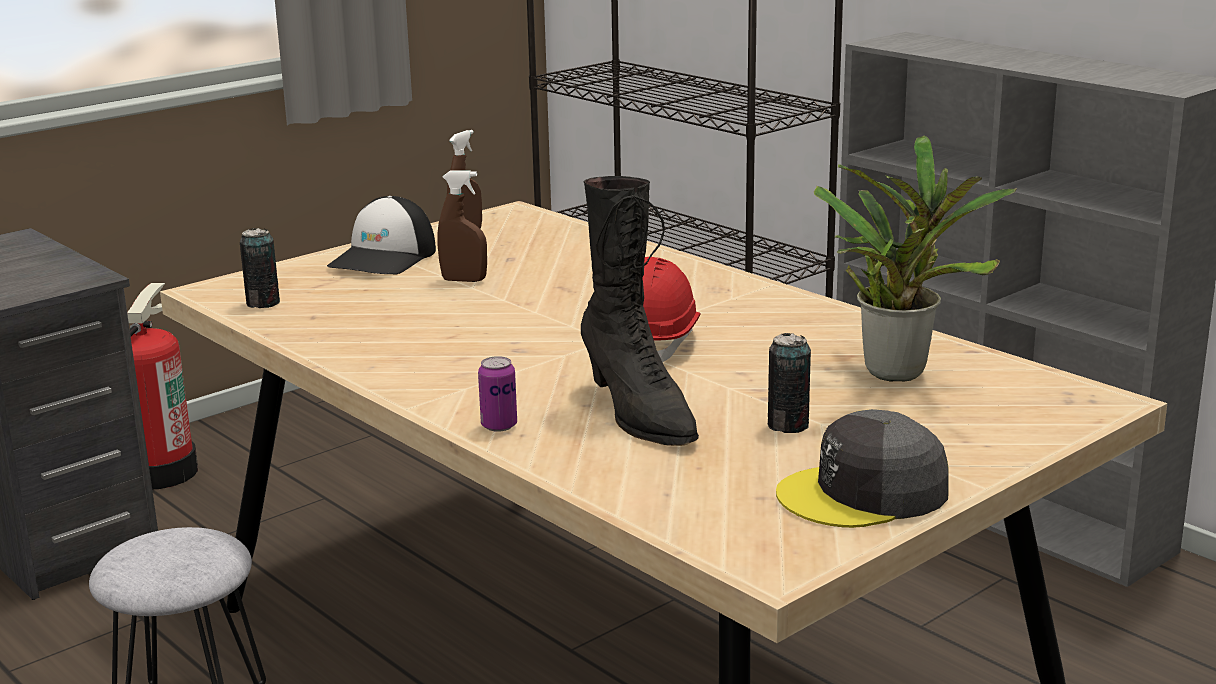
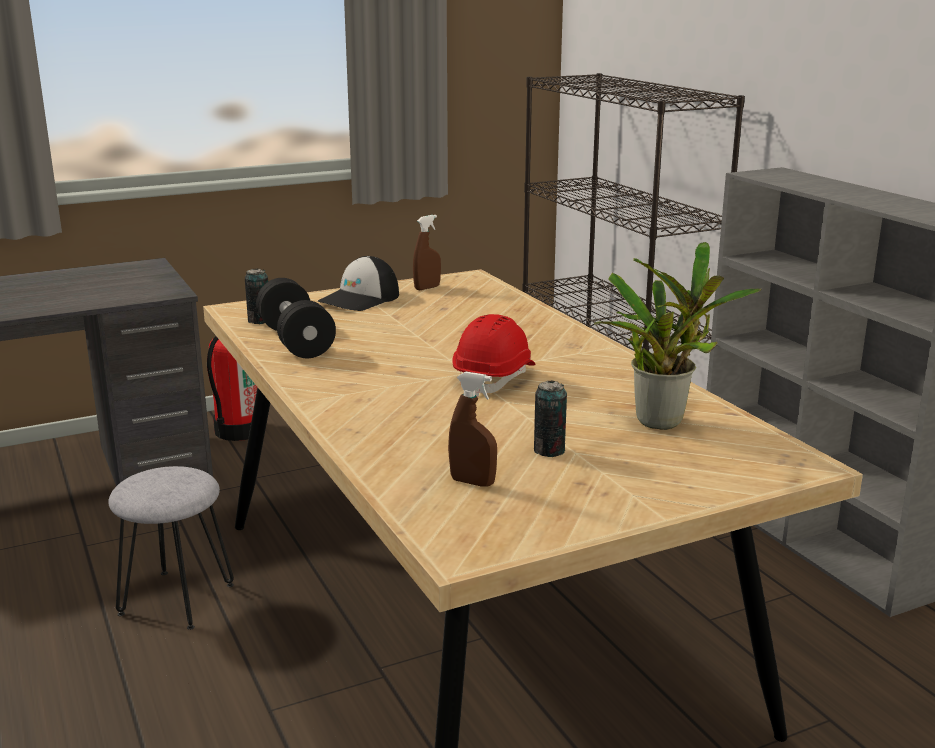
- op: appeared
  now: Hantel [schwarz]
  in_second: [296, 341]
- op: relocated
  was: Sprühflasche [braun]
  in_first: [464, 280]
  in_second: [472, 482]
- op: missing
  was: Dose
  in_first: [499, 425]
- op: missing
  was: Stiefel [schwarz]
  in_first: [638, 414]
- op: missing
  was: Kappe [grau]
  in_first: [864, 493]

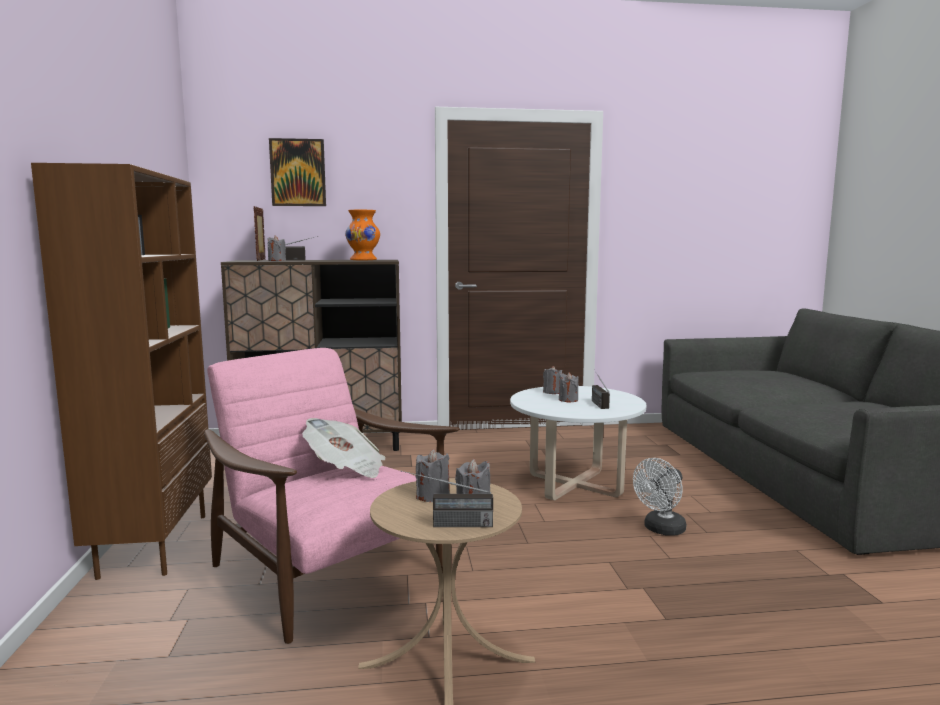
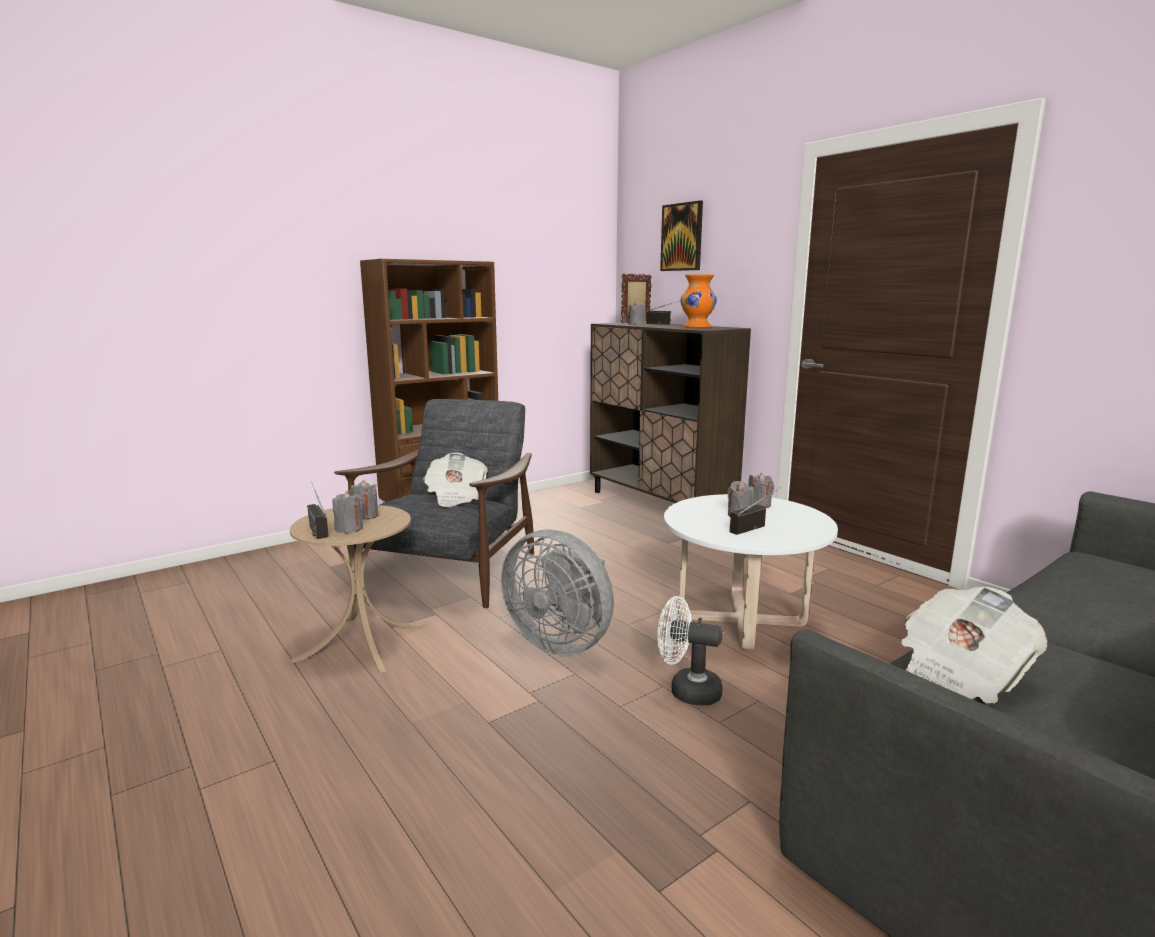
- op: colour
  was: Sessel [rosa]
  now: Sessel [grau]
  in_first: [330, 573]
  in_second: [450, 573]
- op: appeared
  now: Ventilator [grau]
  in_second: [561, 641]
- op: appeared
  now: Zeitung
  in_second: [959, 673]

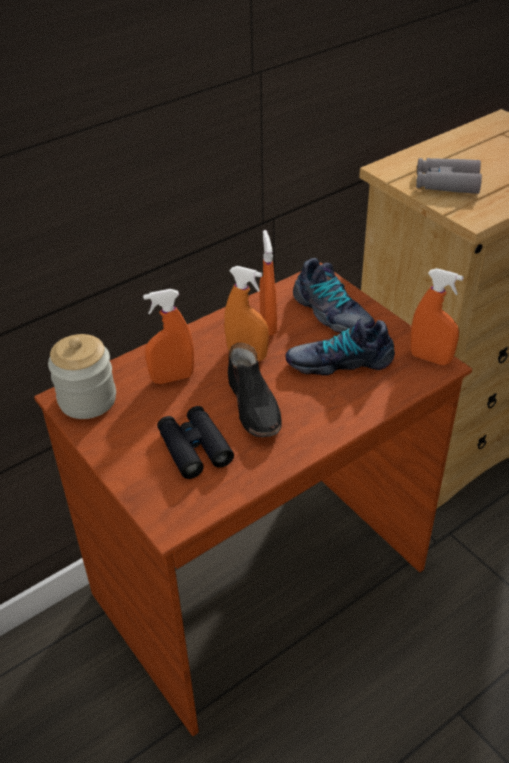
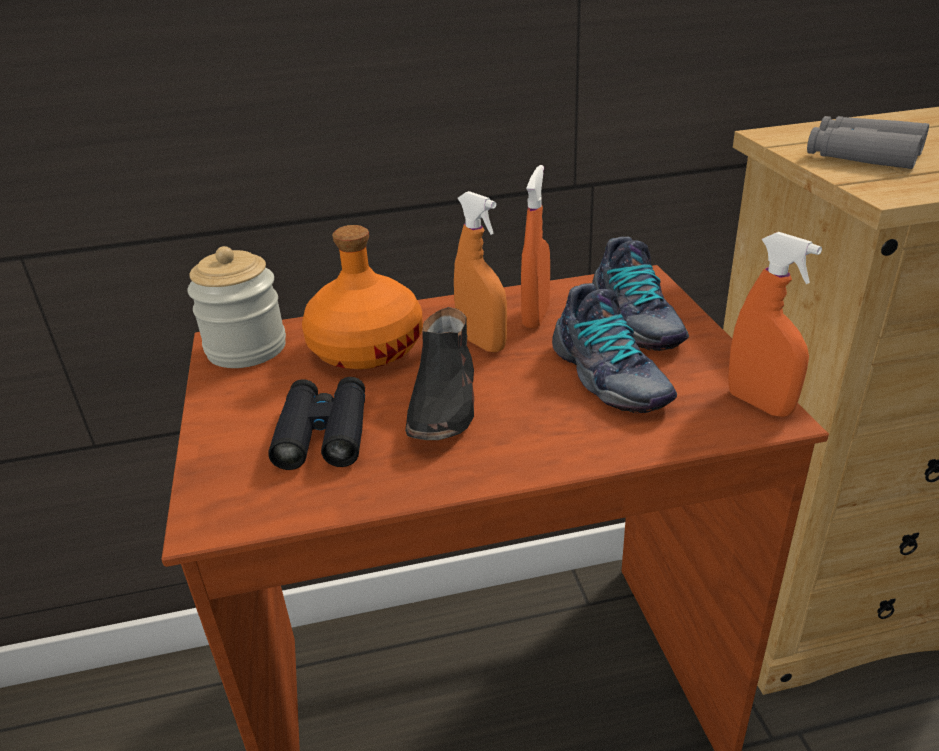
- op: exchanged
  was: Sprühflasche [orange]
  now: Flasche [orange]
  in_first: [172, 378]
  in_second: [365, 348]
- op: spun
  was: Schuh
  in_first: [339, 361]
  in_second: [607, 377]
  clockwise: -135

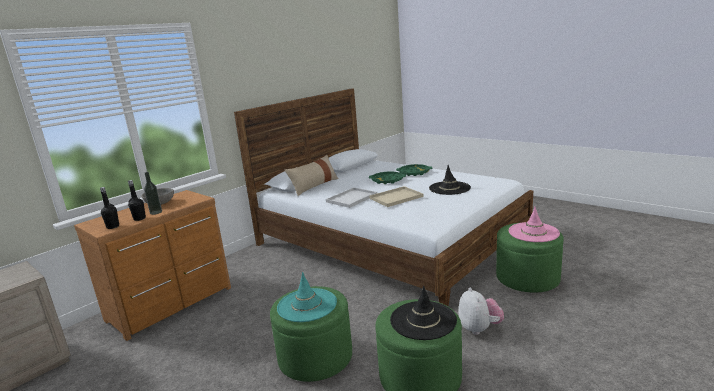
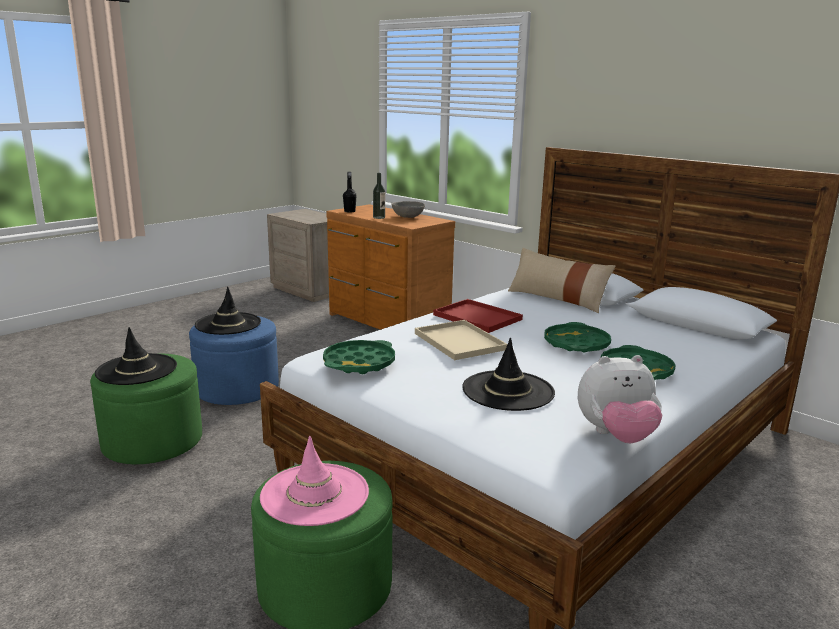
- op: colour
  was: Polsterhocker [grün]
  now: Polsterhocker [blau]
  in_first: [315, 357]
  in_second: [237, 389]
- op: colour
  was: Hut [türkis]
  now: Hut [schwarz]
  in_first: [307, 305]
  in_second: [228, 324]
- op: appeared
  now: Tablett [grün]
  in_second: [359, 363]
- op: colour
  was: Tablett [weiß]
  now: Tablett [rot]
  in_first: [351, 198]
  in_second: [475, 317]
- op: relocated
  was: Plüschtier
  in_first: [479, 328]
  in_second: [616, 436]
- op: missing
  was: Flasche [schwarz]
  in_first: [139, 218]

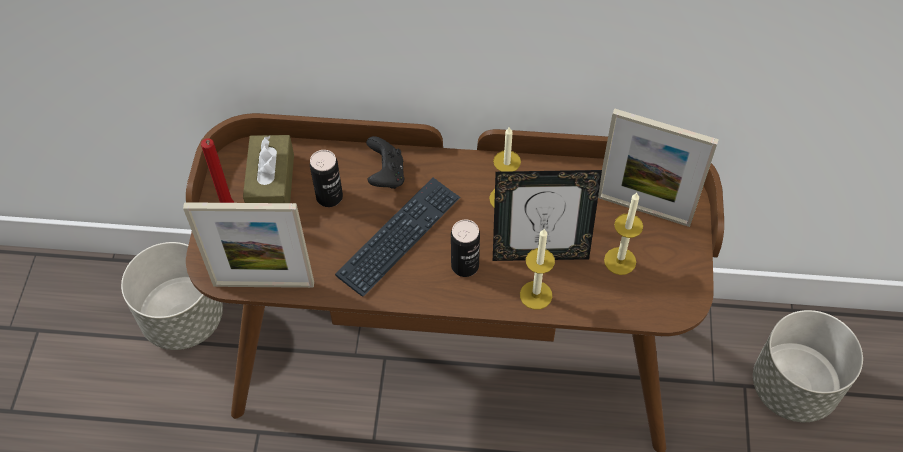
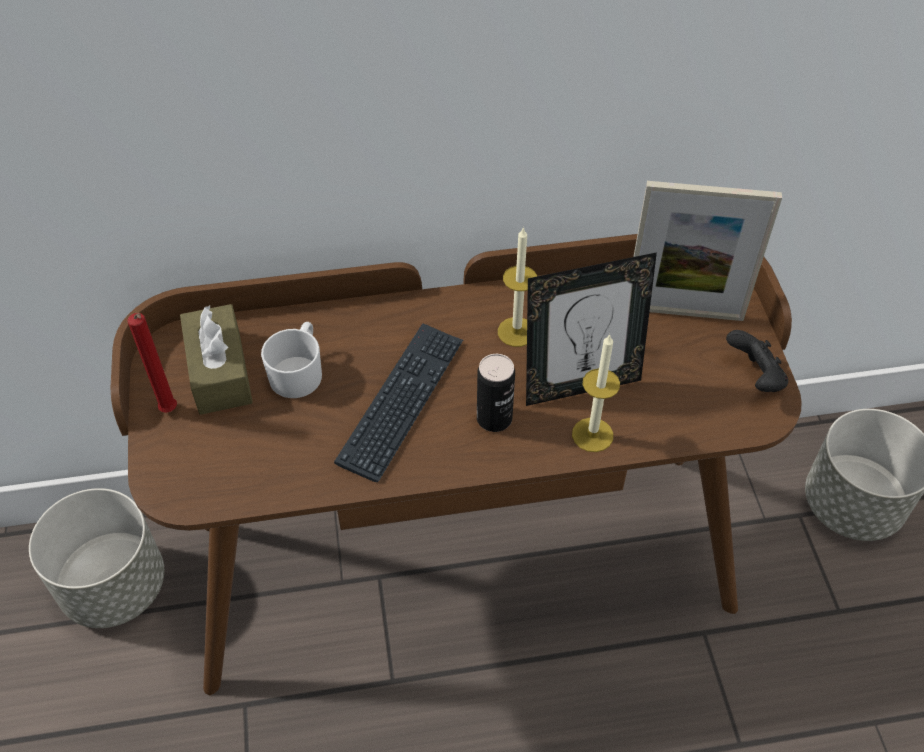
- op: exchanged
  was: Dose
  now: Henkelbecher [weiß]
  in_first: [329, 197]
  in_second: [299, 372]
- op: relocated
  was: Gamepad [schwarz]
  in_first: [386, 175]
  in_second: [755, 377]
- op: missing
  was: Bilderrahmen
  in_first: [263, 284]
- op: missing
  was: Kerze
  in_first: [620, 261]

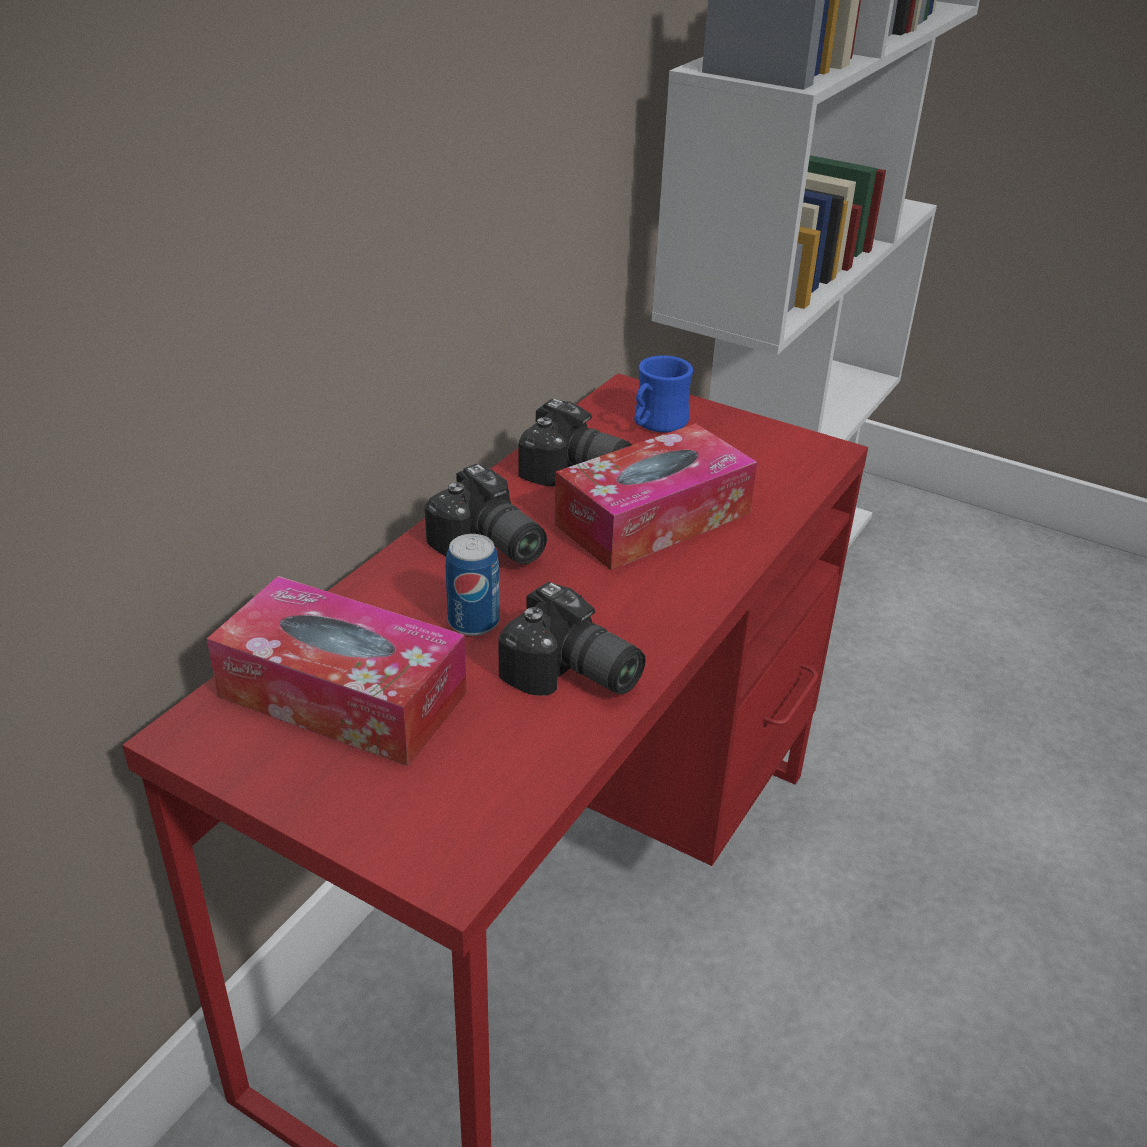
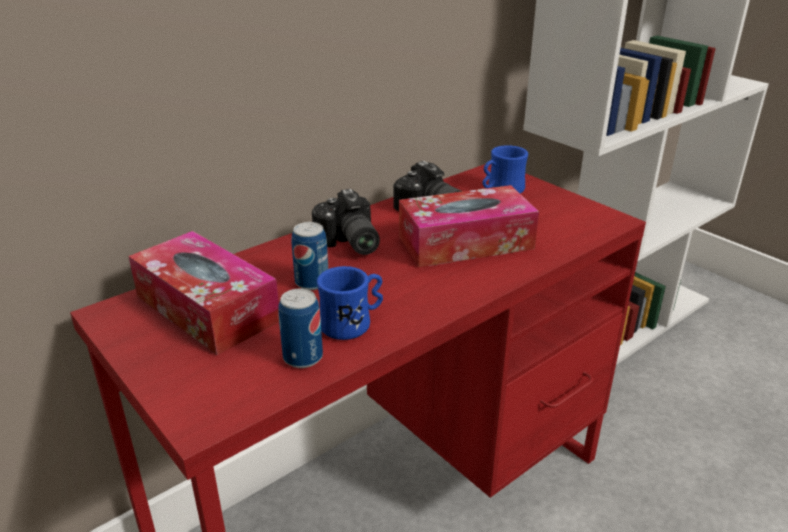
- op: appeared
  now: Dose
  in_second: [303, 357]
- op: exchanged
  was: Kamera
  now: Henkelbecher [blau]
  in_first: [571, 676]
  in_second: [353, 323]

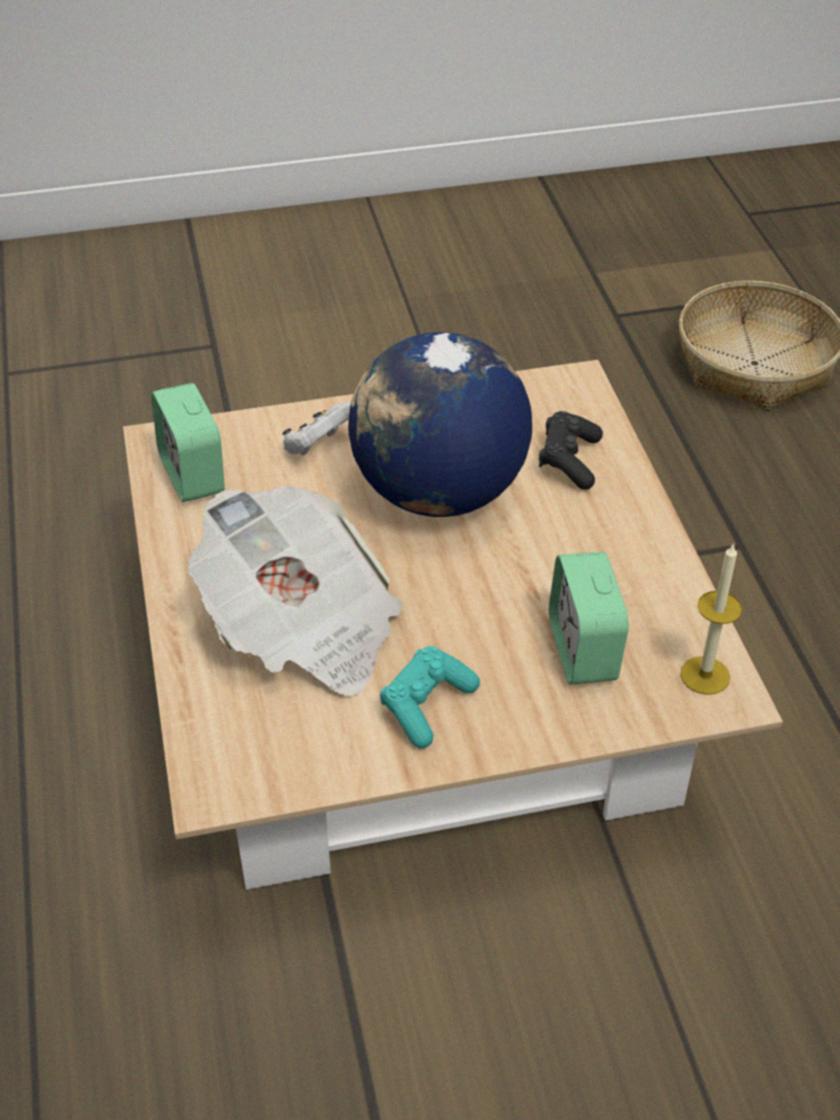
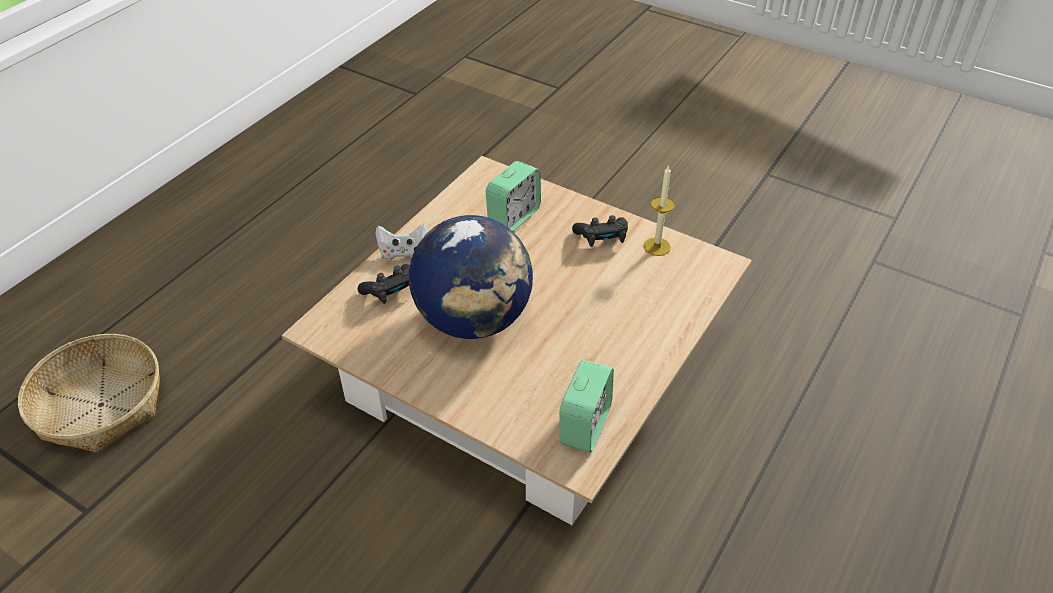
- op: relocated
  was: Gamepad [weiß]
  in_first: [318, 446]
  in_second: [403, 253]
- op: colour
  was: Gamepad [türkis]
  now: Gamepad [schwarz]
  in_first: [426, 706]
  in_second: [602, 238]
- op: relocated
  was: Kerze
  in_first: [705, 675]
  in_second: [657, 246]
- op: missing
  was: Zeitung
  in_first: [302, 627]

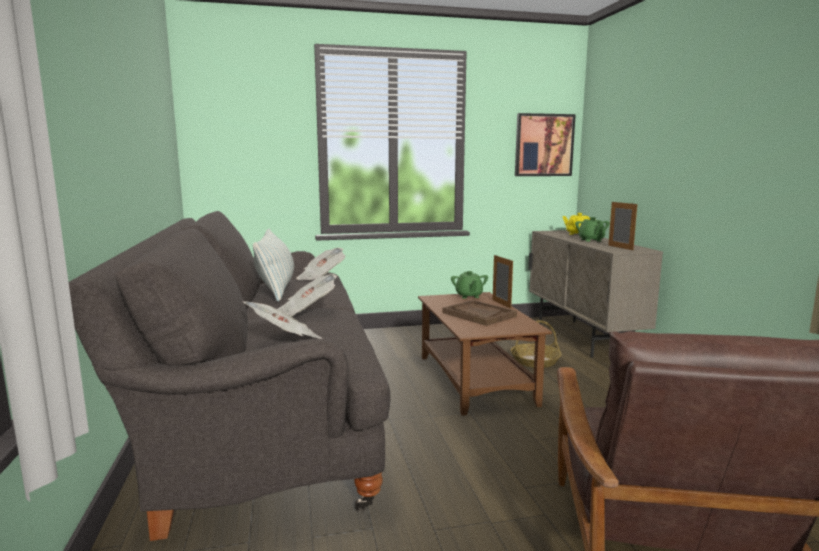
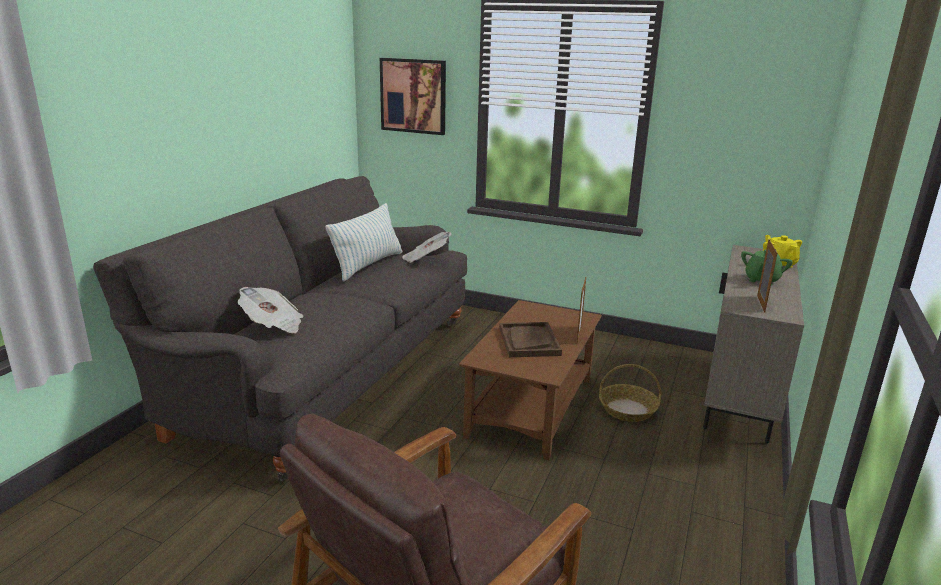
- op: relocated
  was: Bild
  in_first: [543, 145]
  in_second: [413, 96]
- op: missing
  was: Zeitung
  in_first: [305, 312]
- op: missing
  was: Teekanne [grün]
  in_first: [469, 296]

